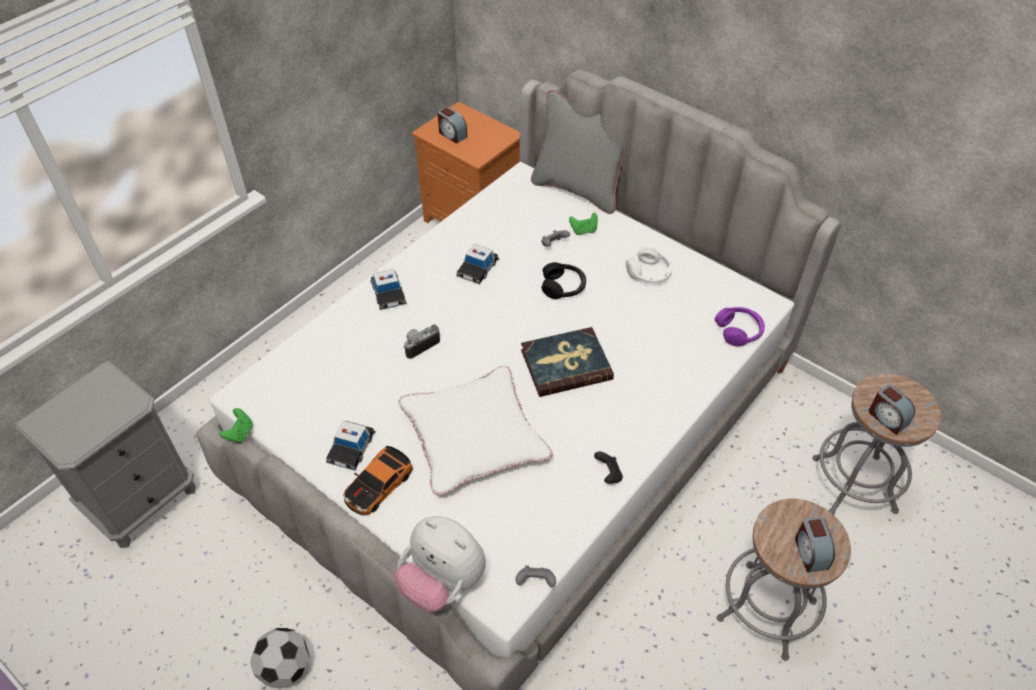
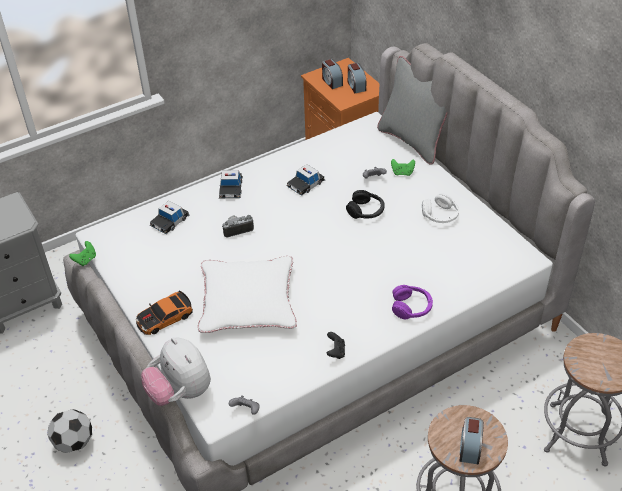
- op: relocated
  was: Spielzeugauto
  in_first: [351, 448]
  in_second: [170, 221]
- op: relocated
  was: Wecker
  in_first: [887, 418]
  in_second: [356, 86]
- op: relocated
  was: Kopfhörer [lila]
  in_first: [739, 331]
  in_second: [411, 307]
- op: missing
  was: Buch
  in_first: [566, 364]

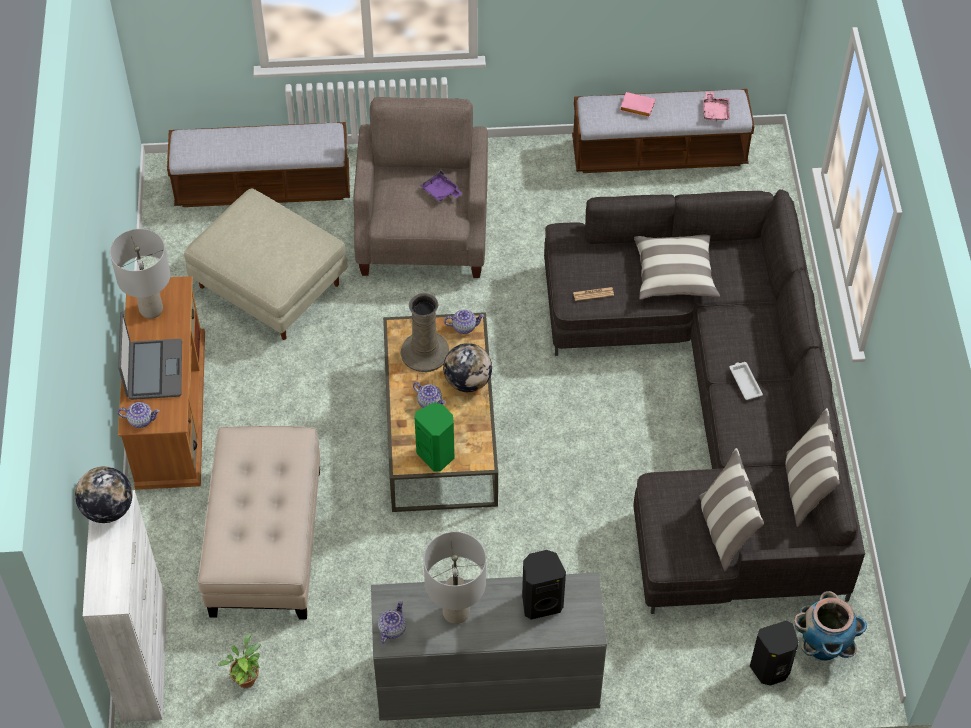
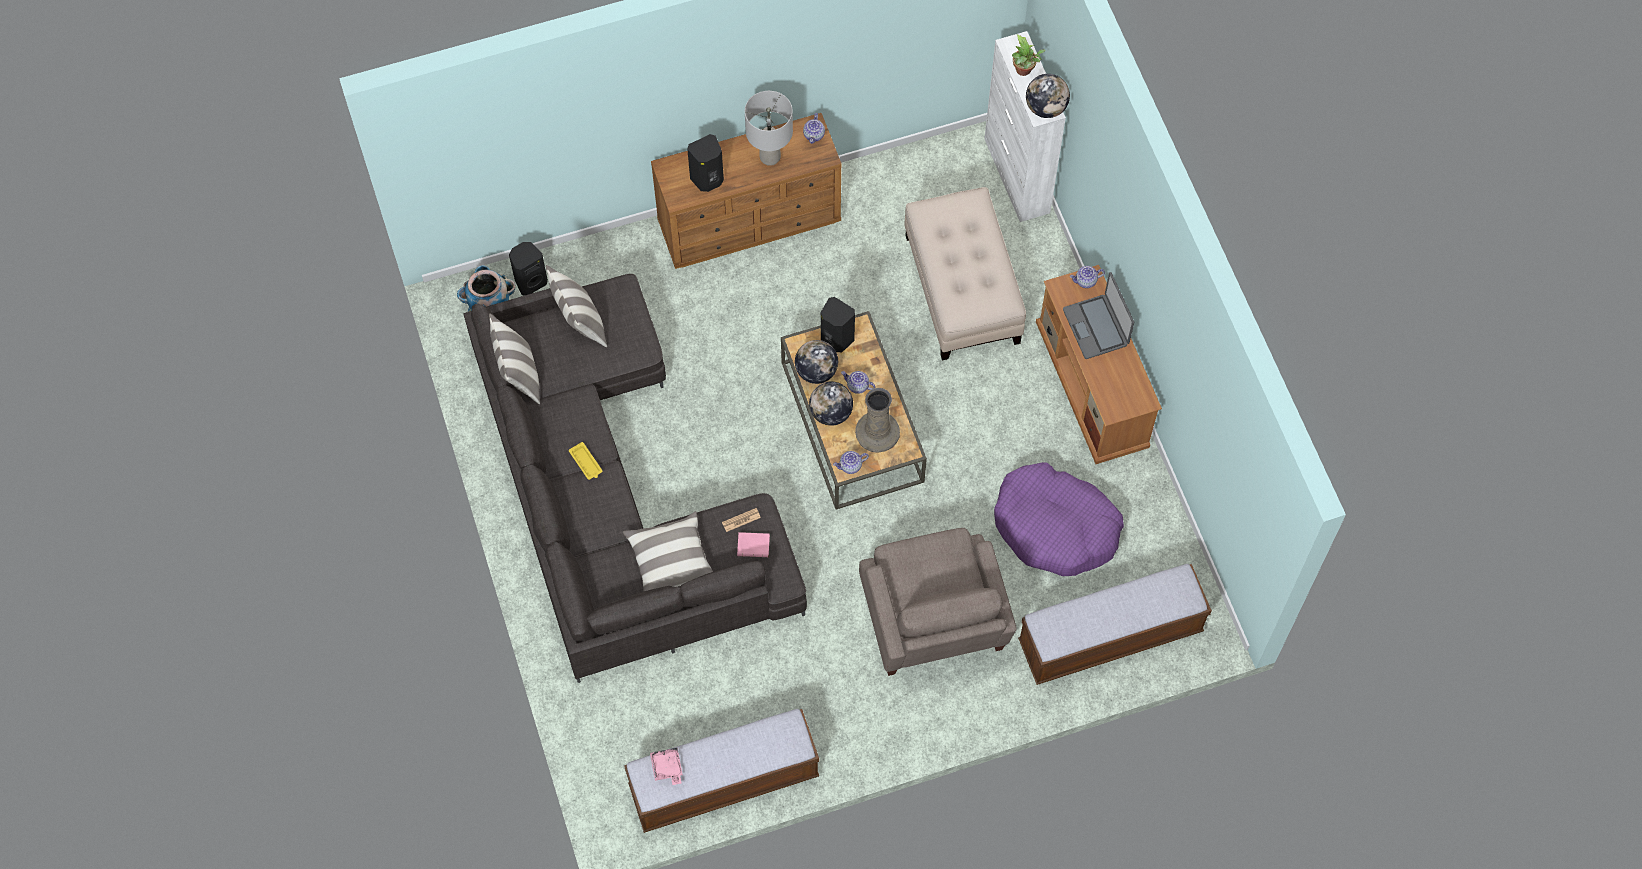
- op: colour
  was: Tablett [weiß]
  now: Tablett [gelb]
  in_first: [745, 382]
  in_second: [586, 463]
- op: colour
  was: Kommode [grau]
  now: Kommode [braun]
  in_first: [485, 681]
  in_second: [750, 221]
- op: relocated
  was: Buch [rosa]
  in_first: [636, 107]
  in_second: [754, 545]
- op: appeared
  now: Globus
  in_second: [816, 371]
- op: colour
  was: Lautsprecher [grün]
  now: Lautsprecher [schwarz]
  in_first: [437, 455]
  in_second: [836, 339]
- op: exchanged
  was: Polsterhocker [beige]
  now: Hundebett [lila]
  in_first: [271, 286]
  in_second: [1055, 527]
- op: relocated
  was: Topfpflanze
  in_first: [245, 677]
  in_second: [1024, 71]
- op: missing
  was: Tischlampe [grau]
  in_first: [150, 310]
- op: missing
  was: Tablett [lila]
  in_first: [441, 192]

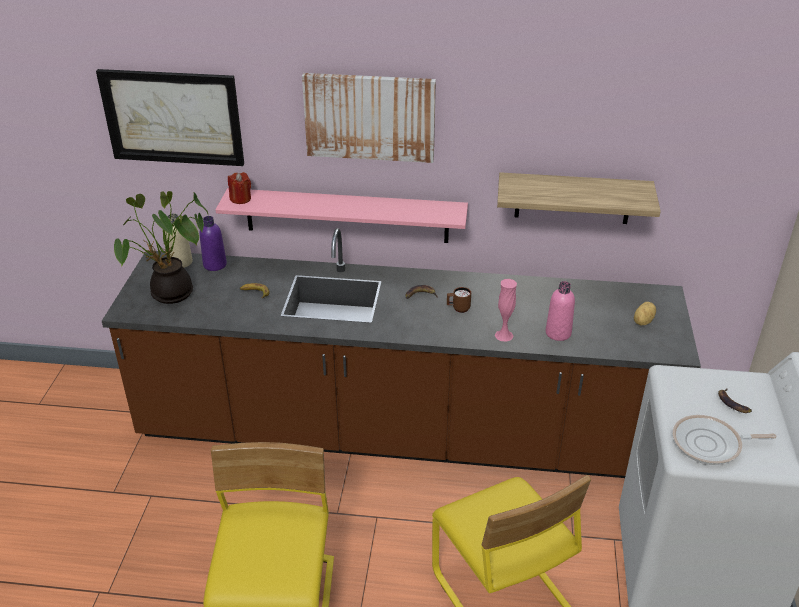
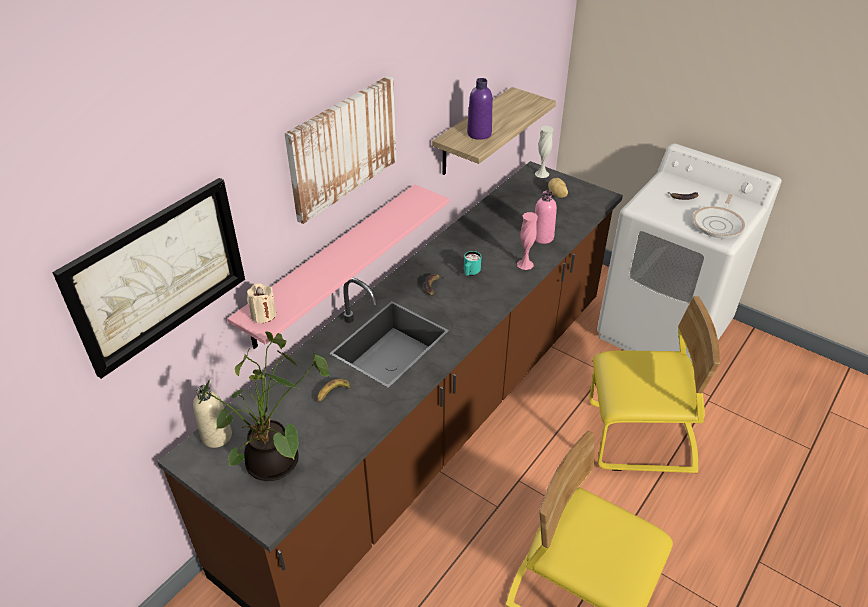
- op: colour
  was: Kerze [rot]
  now: Kerze [beige]
  in_first: [240, 199]
  in_second: [263, 315]
- op: colour
  was: Henkelbecher [braun]
  now: Henkelbecher [türkis]
  in_first: [458, 309]
  in_second: [470, 273]
- op: relocated
  was: Flasche [lila]
  in_first: [215, 265]
  in_second: [479, 134]
- op: appeared
  now: Vase [weiß]
  in_second: [542, 174]

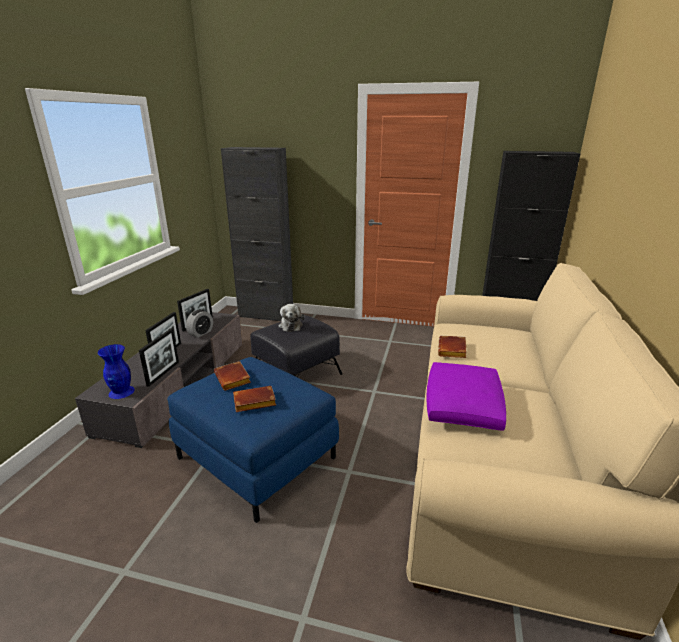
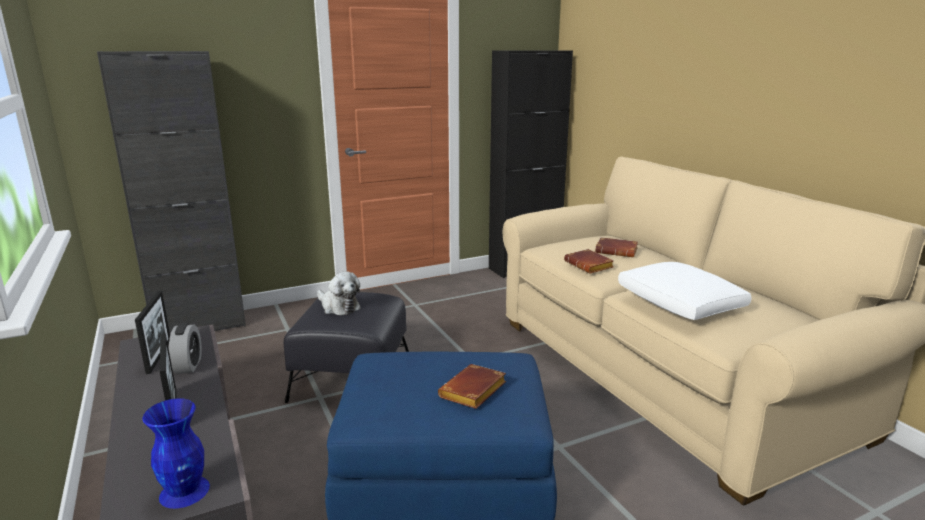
- op: relocated
  was: Buch [braun]
  in_first: [234, 379]
  in_second: [617, 251]
- op: colour
  was: Kissen [lila]
  now: Kissen [weiß]
  in_first: [463, 406]
  in_second: [680, 304]
- op: missing
  was: Bilderrahmen
  in_first: [163, 373]

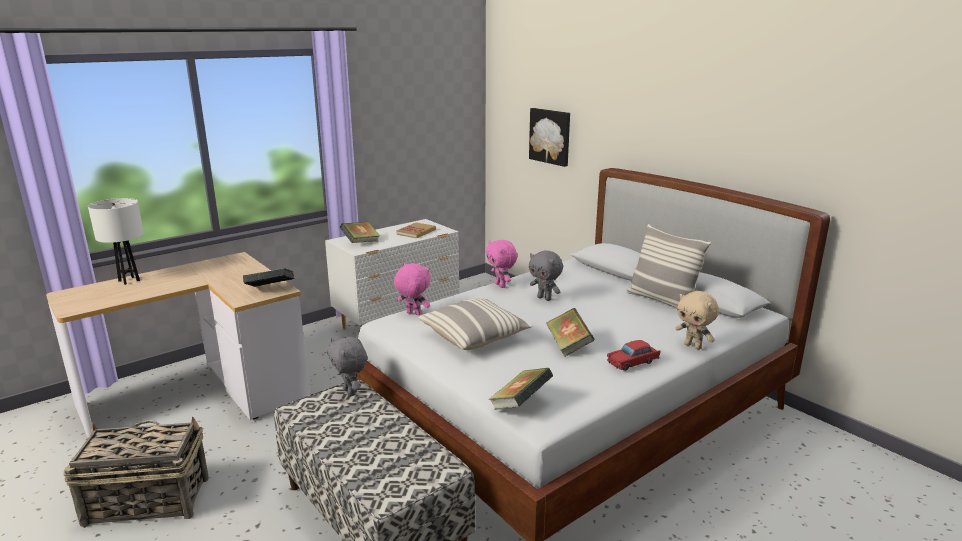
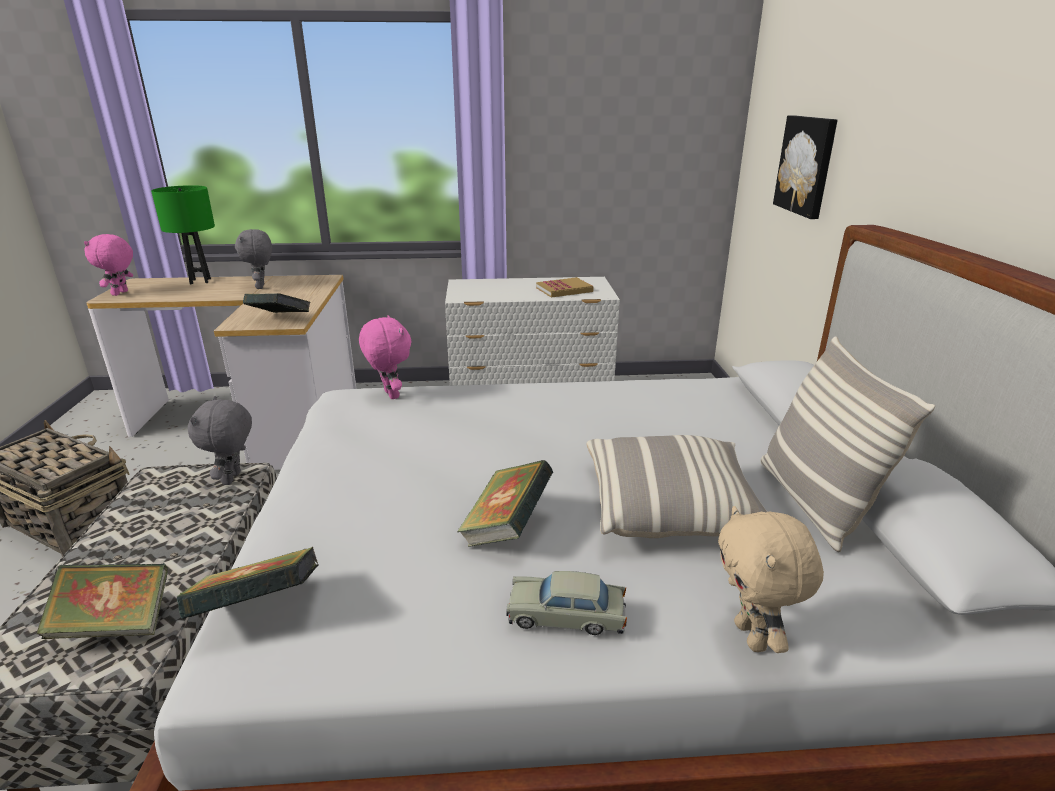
- op: relocated
  was: Buch
  in_first: [361, 242]
  in_second: [115, 624]
- op: relocated
  was: Plüschtier [rosa]
  in_first: [501, 285]
  in_second: [120, 293]
- op: colour
  was: Tischlampe [weiß]
  now: Tischlampe [grün]
  in_first: [129, 280]
  in_second: [200, 281]
- op: relocated
  was: Plüschtier [grau]
  in_first: [545, 298]
  in_second: [261, 287]
- op: colour
  was: Spielzeugauto [rot]
  now: Spielzeugauto [beige]
  in_first: [633, 362]
  in_second: [566, 616]
- op: relocated
  was: Kissen
  in_first: [474, 336]
  in_second: [670, 508]

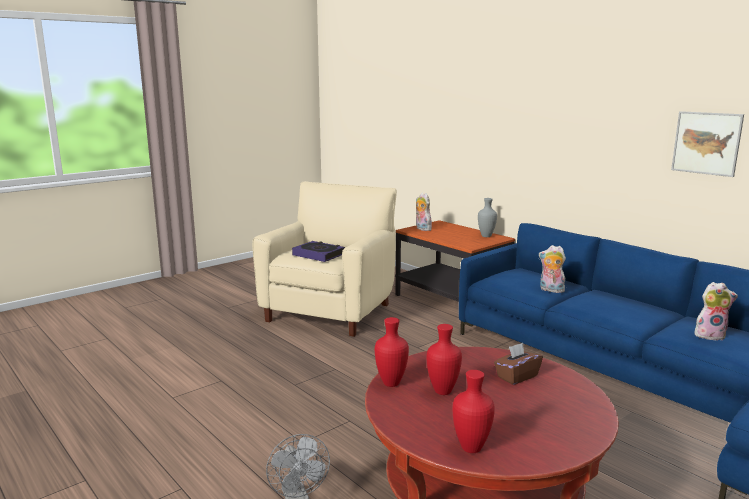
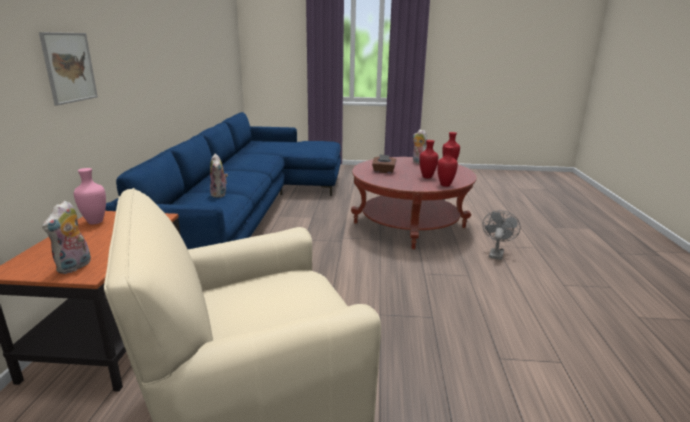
- op: relocated
  was: Bild
  in_first: [706, 143]
  in_second: [69, 67]
- op: colour
  was: Vase [grau]
  now: Vase [rosa]
  in_first: [486, 236]
  in_second: [96, 222]
- op: relocated
  was: Plüschtier
  in_first: [710, 335]
  in_second: [418, 162]
- op: missing
  was: Buch
  in_first: [318, 255]

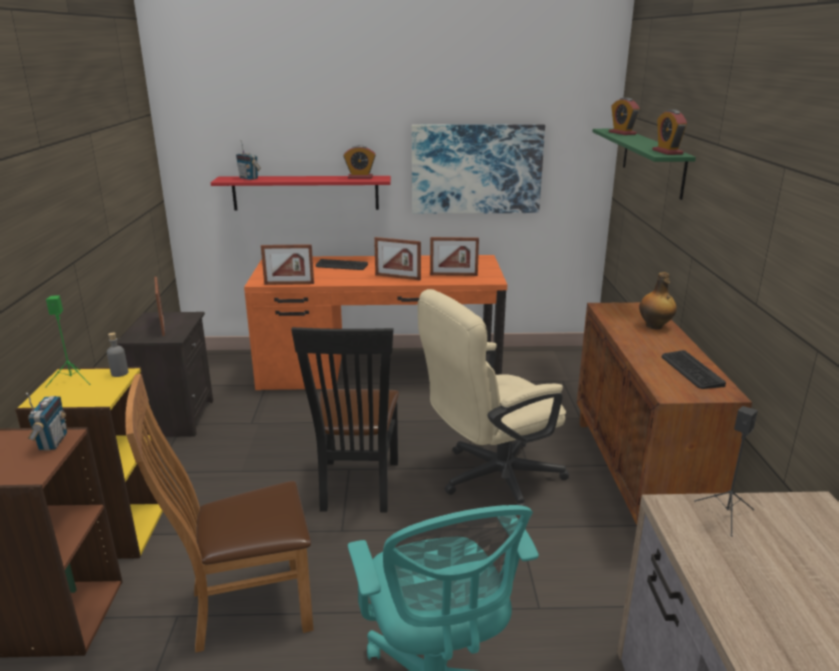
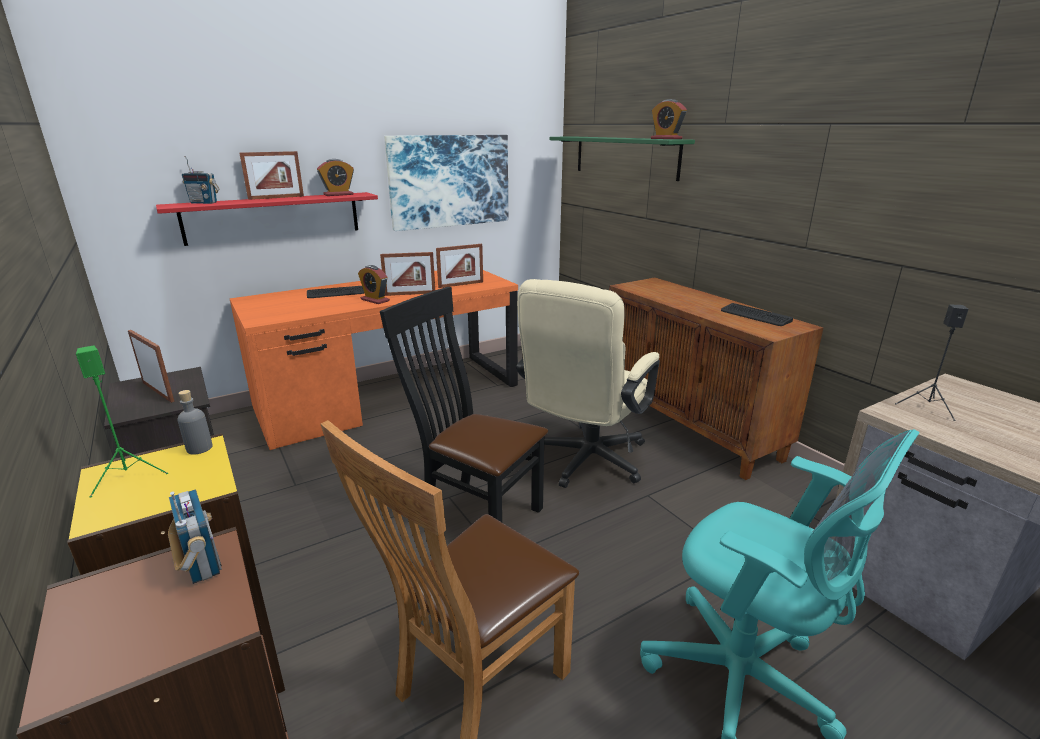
- op: relocated
  was: Bilderrahmen
  in_first: [289, 284]
  in_second: [276, 197]
- op: relocated
  was: Wecker
  in_first: [622, 133]
  in_second: [375, 300]
- op: spun
  was: Stuhl [schwarz]
  in_first: [357, 488]
  in_second: [475, 512]
  clockwise: 150
- op: missing
  was: Flasche
  in_first: [654, 326]

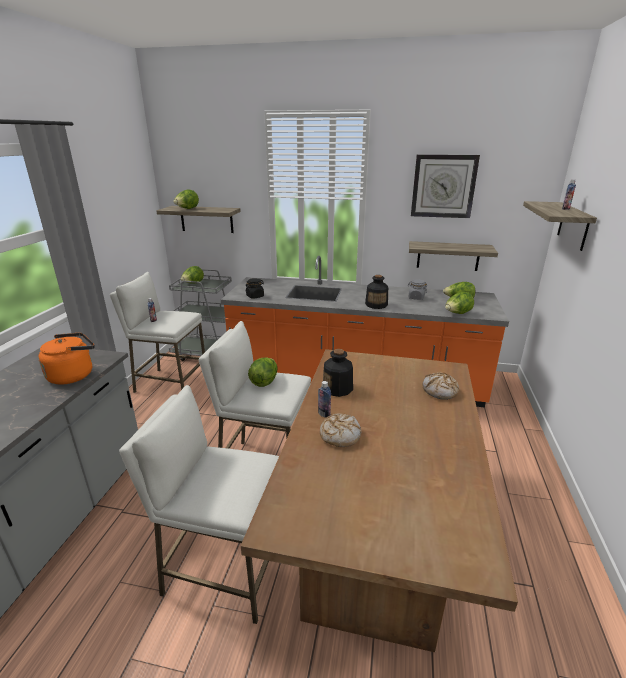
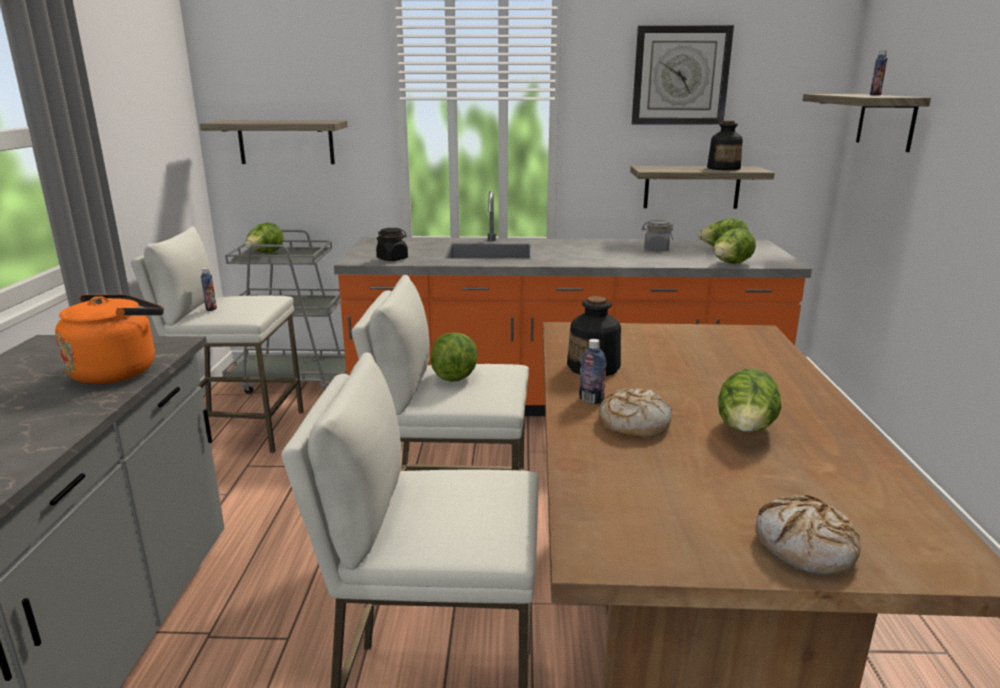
- op: relocated
  was: Flasche
  in_first: [376, 305]
  in_second: [723, 168]
- op: relocated
  was: Salatkopf
  in_first: [187, 209]
  in_second: [745, 431]
- op: relocated
  was: Brot
  in_first: [440, 391]
  in_second: [805, 547]

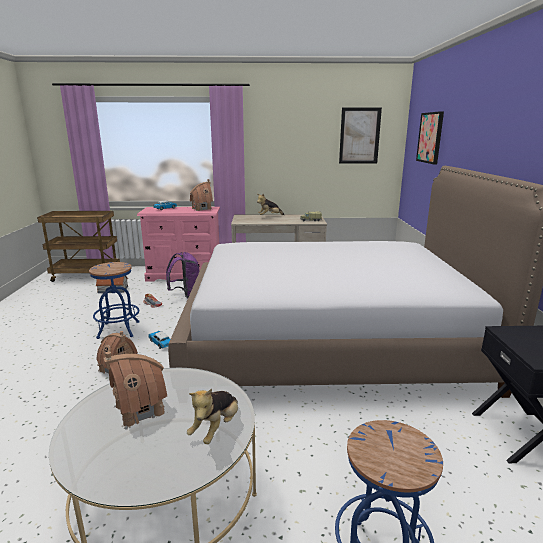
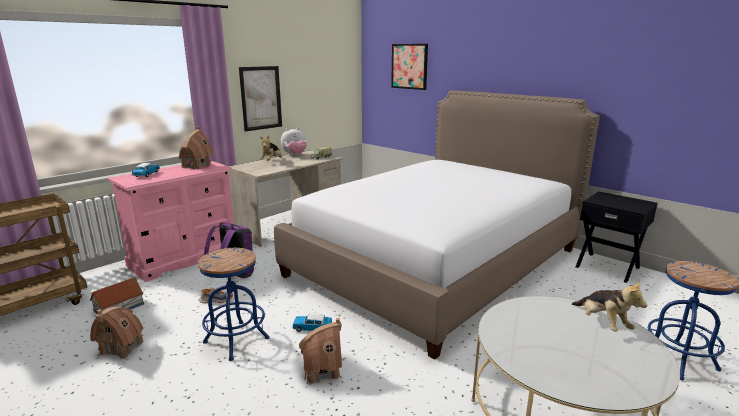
- op: relocated
  was: Spielzeughaus
  in_first: [140, 410]
  in_second: [122, 348]
- op: relocated
  was: Bild
  in_first: [359, 136]
  in_second: [261, 98]
- op: appeared
  now: Plüschtier
  in_second: [295, 155]

